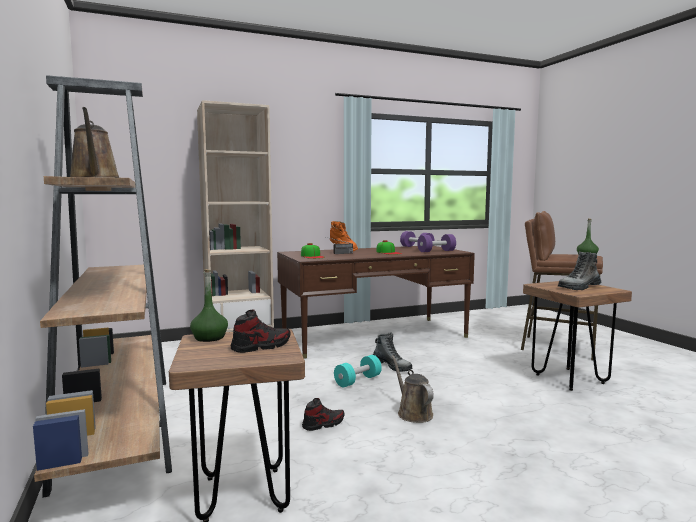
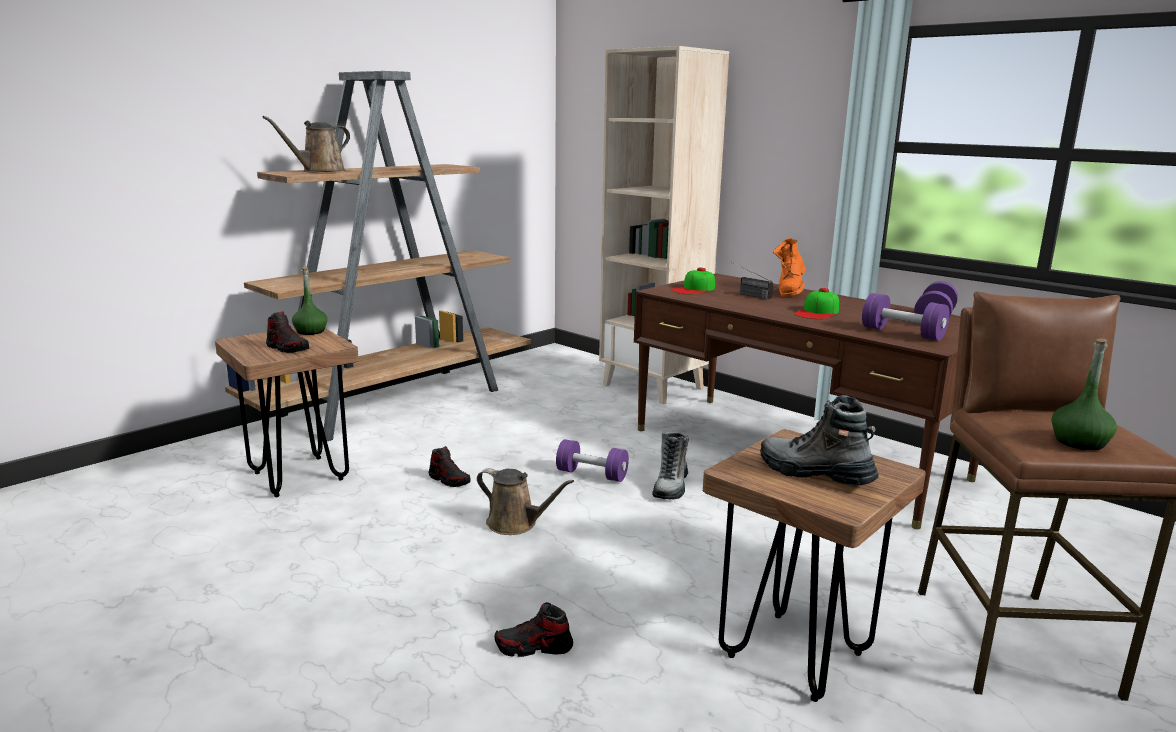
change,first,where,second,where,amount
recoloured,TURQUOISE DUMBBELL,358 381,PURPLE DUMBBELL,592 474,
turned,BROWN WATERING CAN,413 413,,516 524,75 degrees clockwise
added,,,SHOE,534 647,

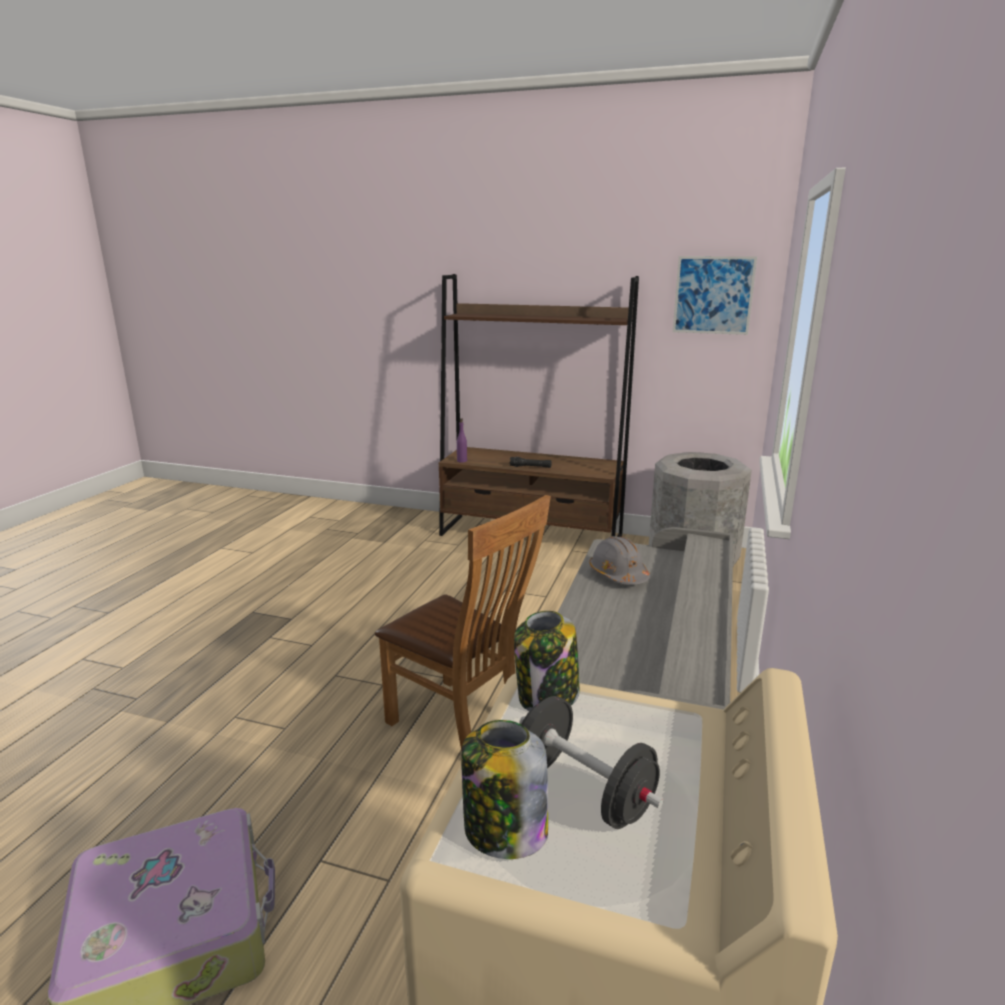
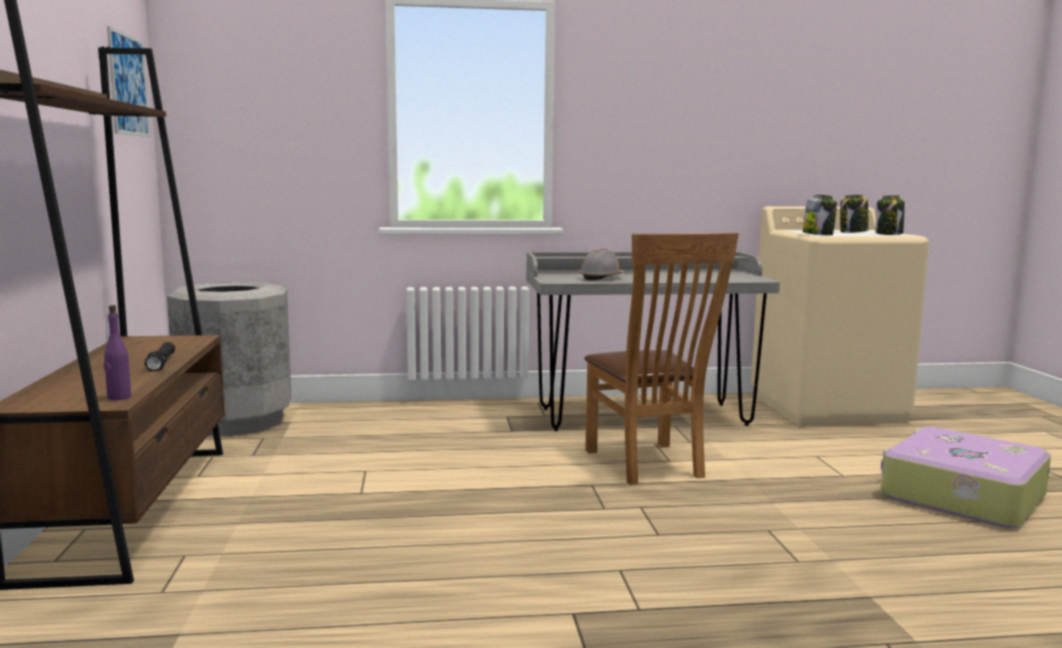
change,first,where,second,where,amount
turned,BROWN CHAIR,462 724,,648 466,150 degrees clockwise
replaced,BLACK DUMBBELL,584 791,JAR,853 232,

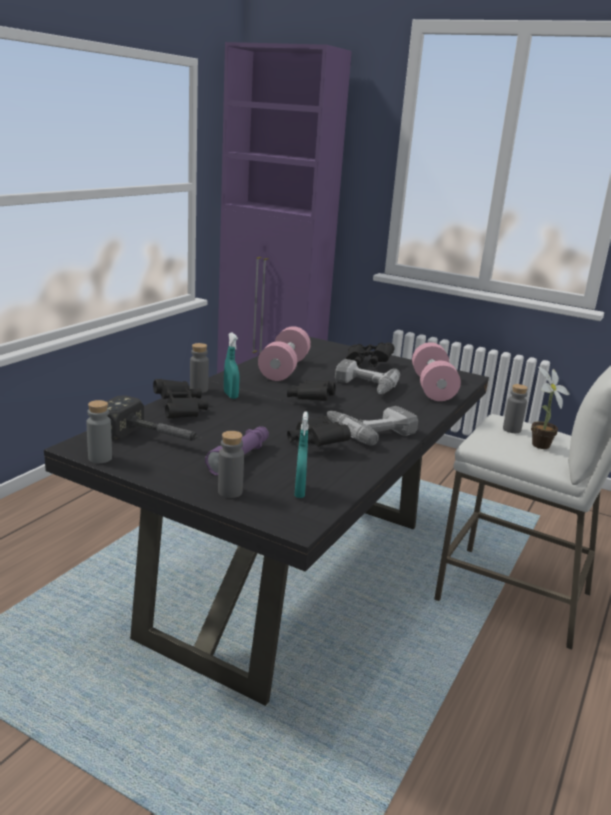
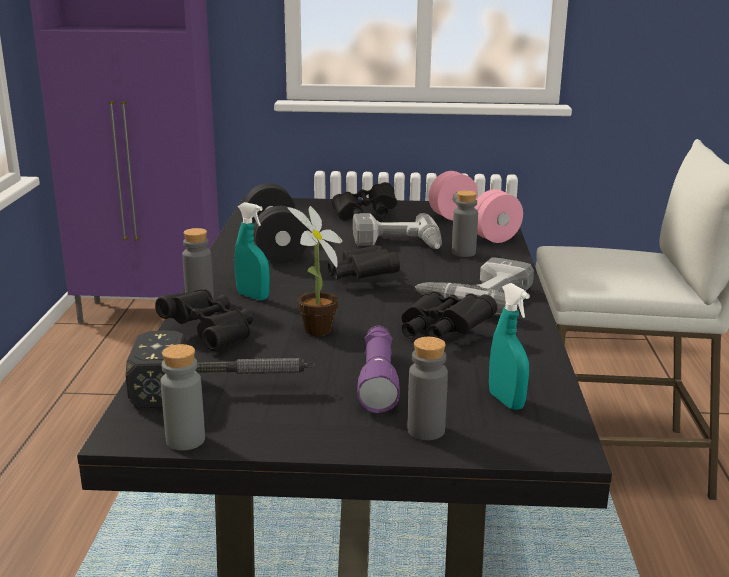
change,first,where,second,where,amount
recoloured,PINK DUMBBELL,284 369,BLACK DUMBBELL,275 245,
moved,GREY BOTTLE,511 429,,463 253,
moved,POTTED PLANT,538 446,,315 332,

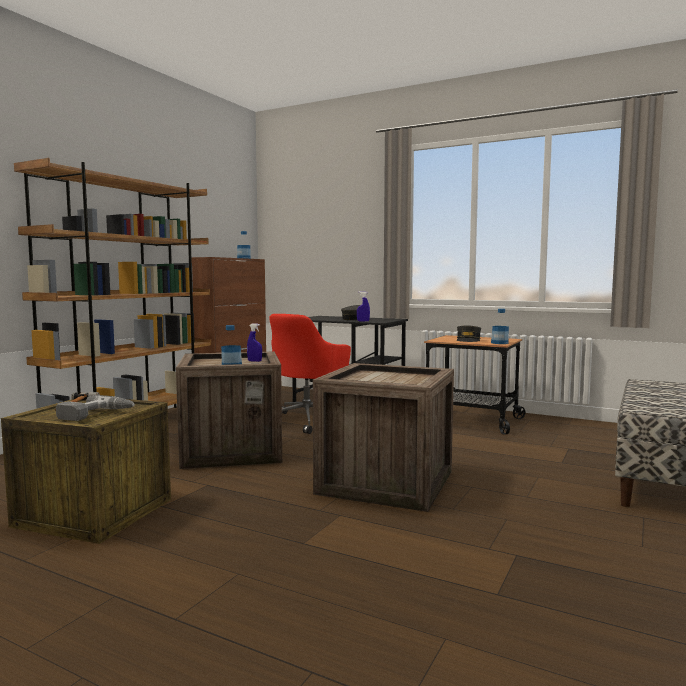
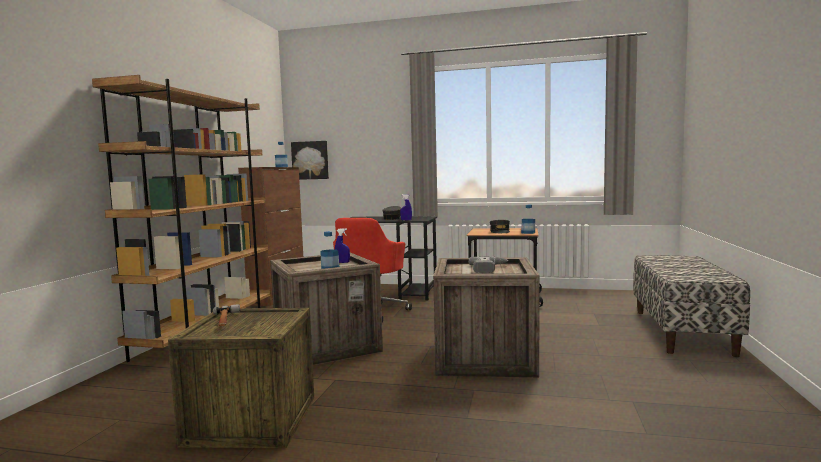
change,first,where,second,where,amount
moved,POWER DRILL,96 414,,489 269,
added,,,PICTURE,310 160,

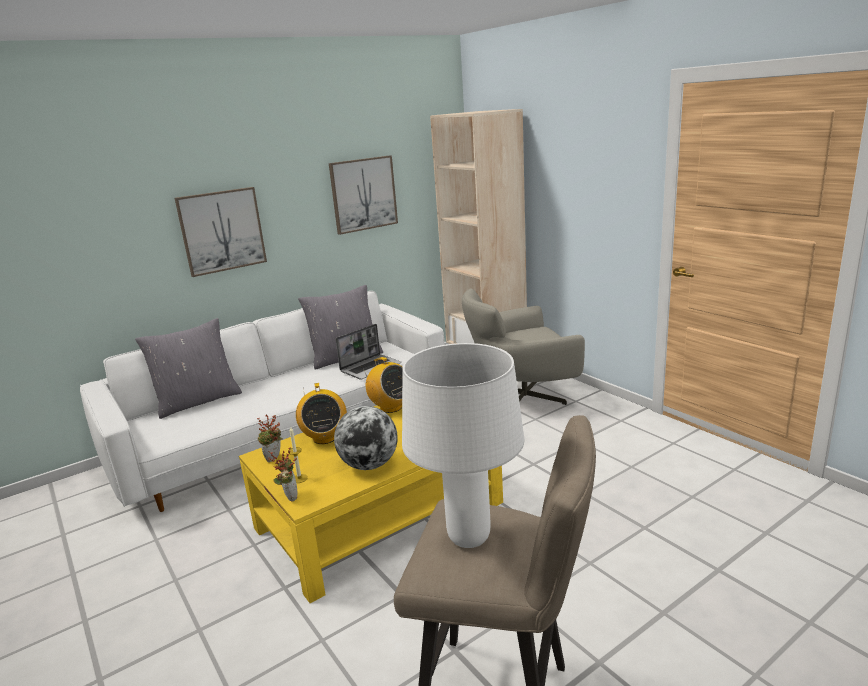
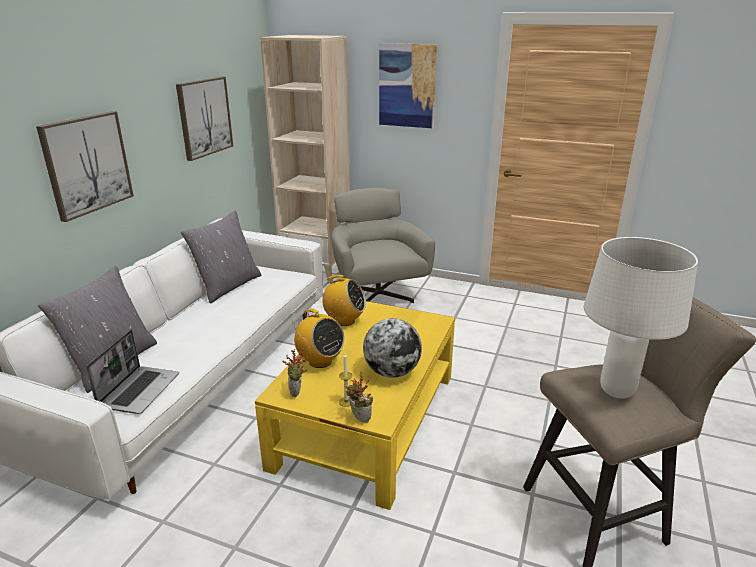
change,first,where,second,where,amount
moved,LAPTOP,371 368,,139 390,
turned,GREY ARMCHAIR,521 397,,377 293,120 degrees clockwise
added,,,PICTURE,407 86,

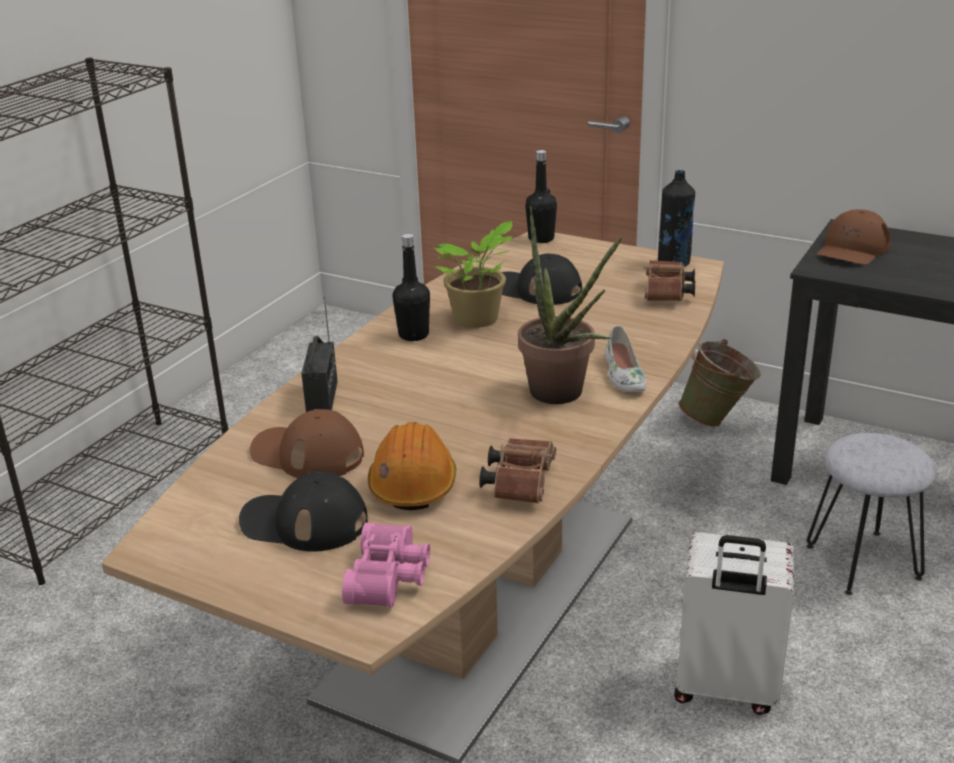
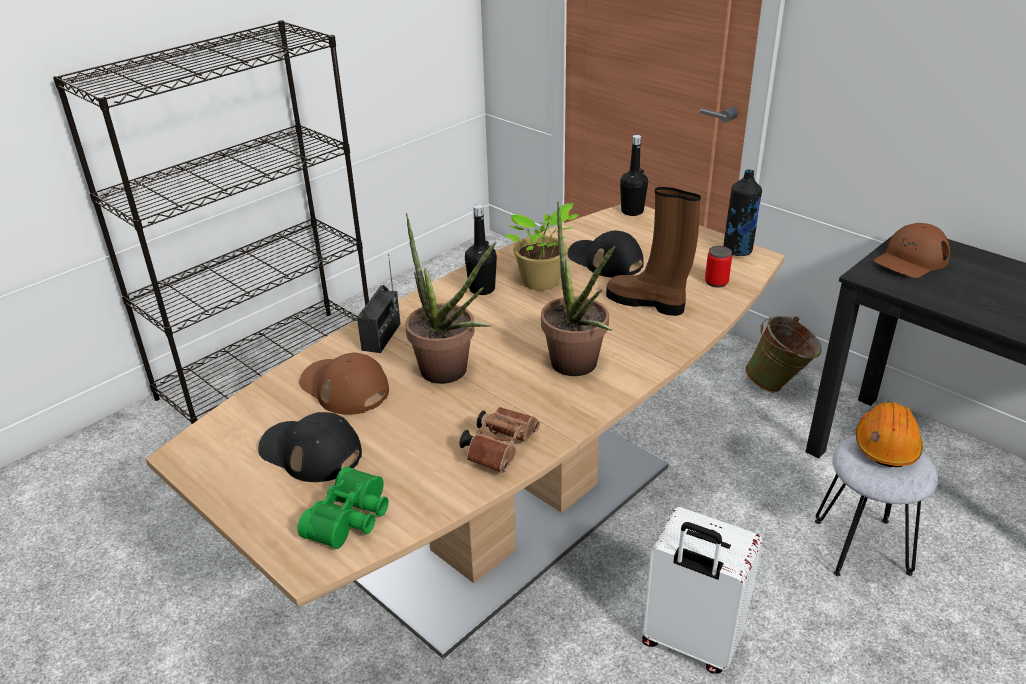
change,first,where,second,where,amount
recoloured,PINK BINOCULARS,391 577,GREEN BINOCULARS,352 519,
moved,ORANGE HARD HAT,413 484,,886 445,
removed,WHITE SHOE,623 375,,,
replaced,BROWN BINOCULARS,667 295,CAN,716 282,
added,,,POTTED PLANT,451 374,
added,,,BROWN BOOT,647 302,

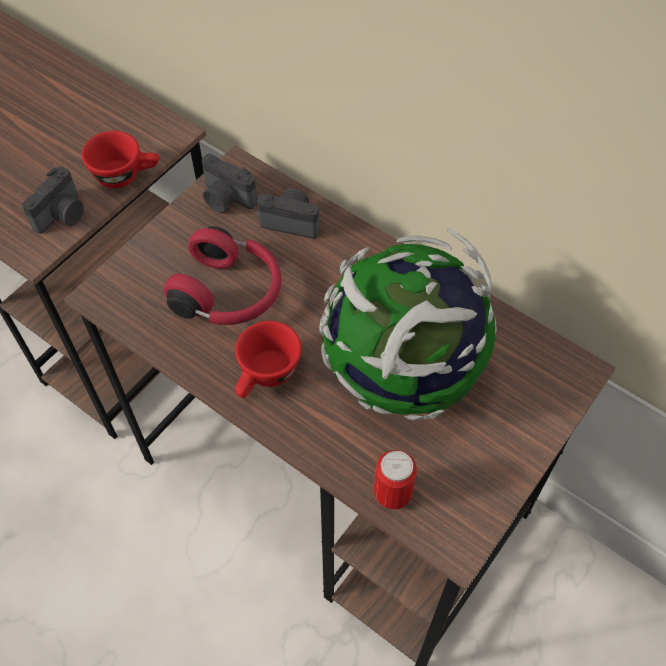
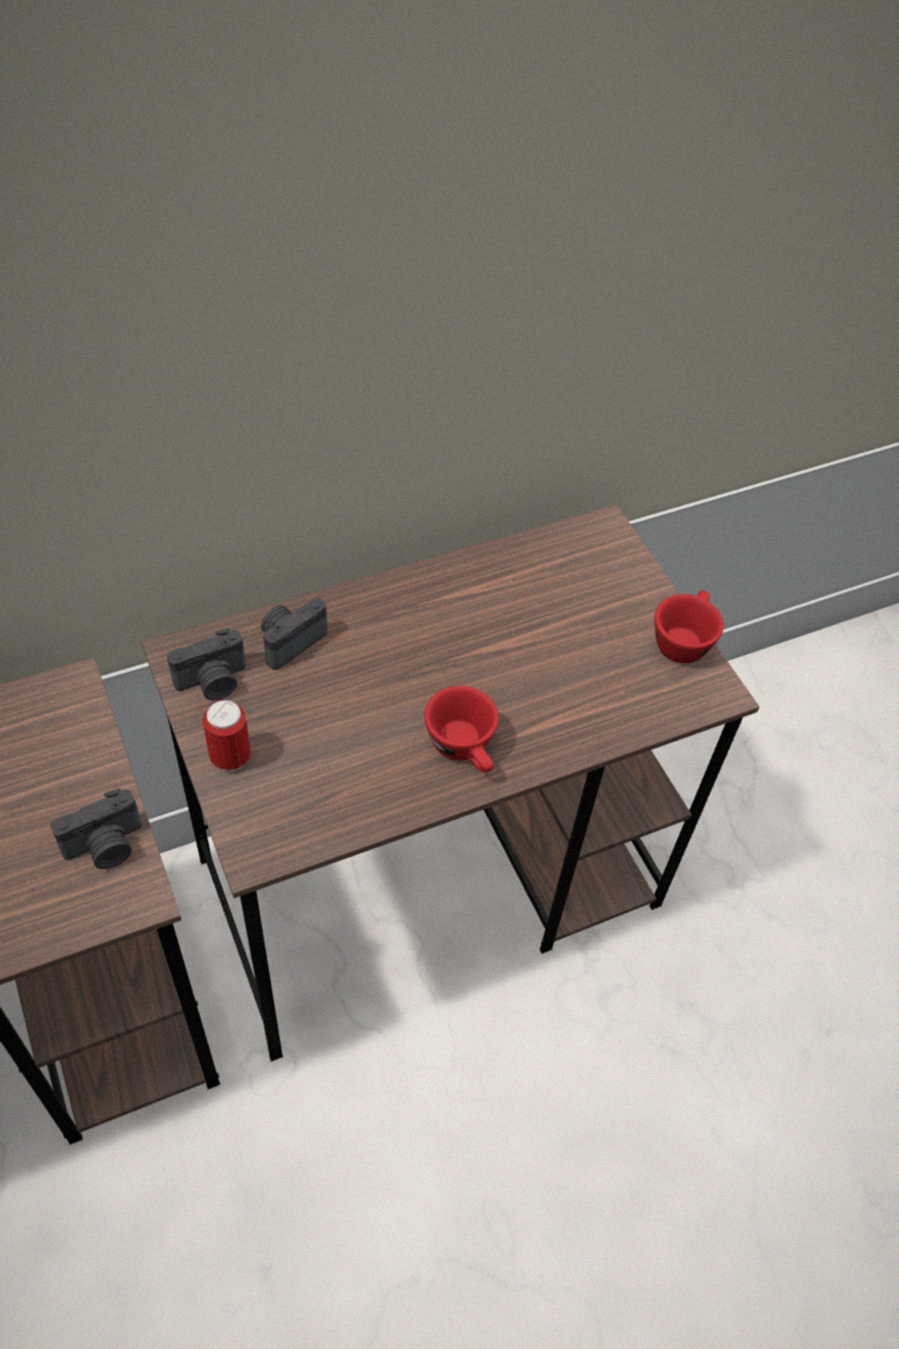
change,first,where,second,where,amount
turned,PHOTO CAMERA,62 215,,106 846,90 degrees clockwise
moved,RED CUP,126 175,,682 639,
removed,RED HEADPHONES,230 293,,,
removed,GLOBE,403 372,,,
moved,CAN,392 494,,230 757,

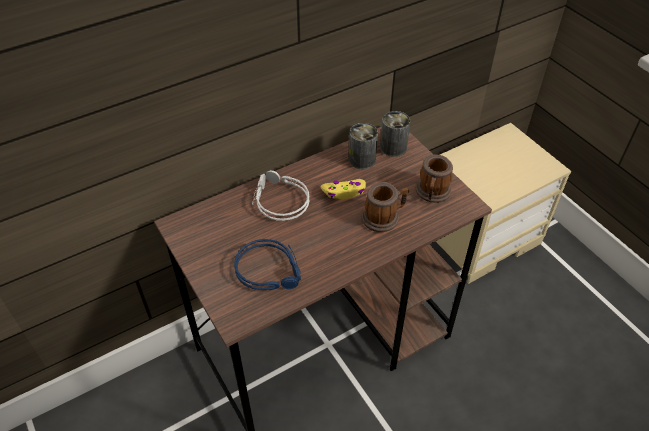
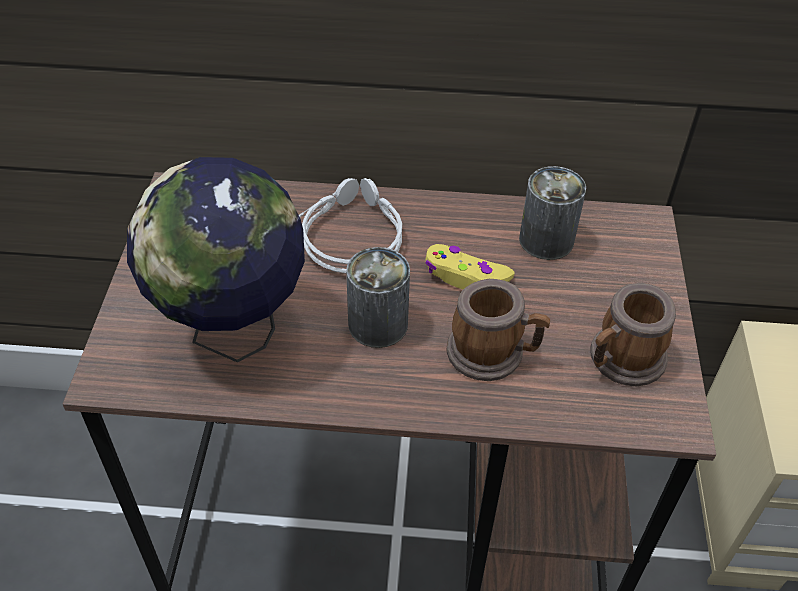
change,first,where,second,where,amount
replaced,BLUE HEADPHONES,270 270,GLOBE,233 332,
moved,CAN,393 147,,378 324,

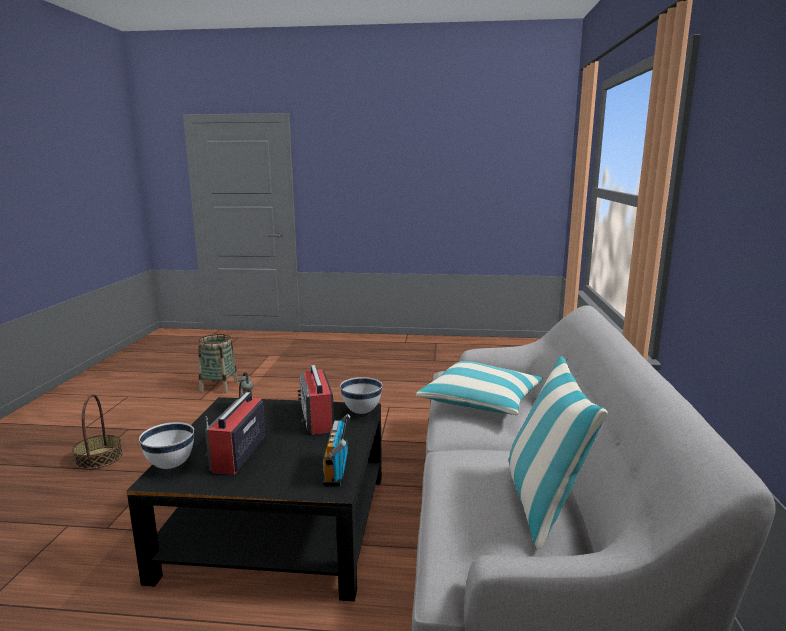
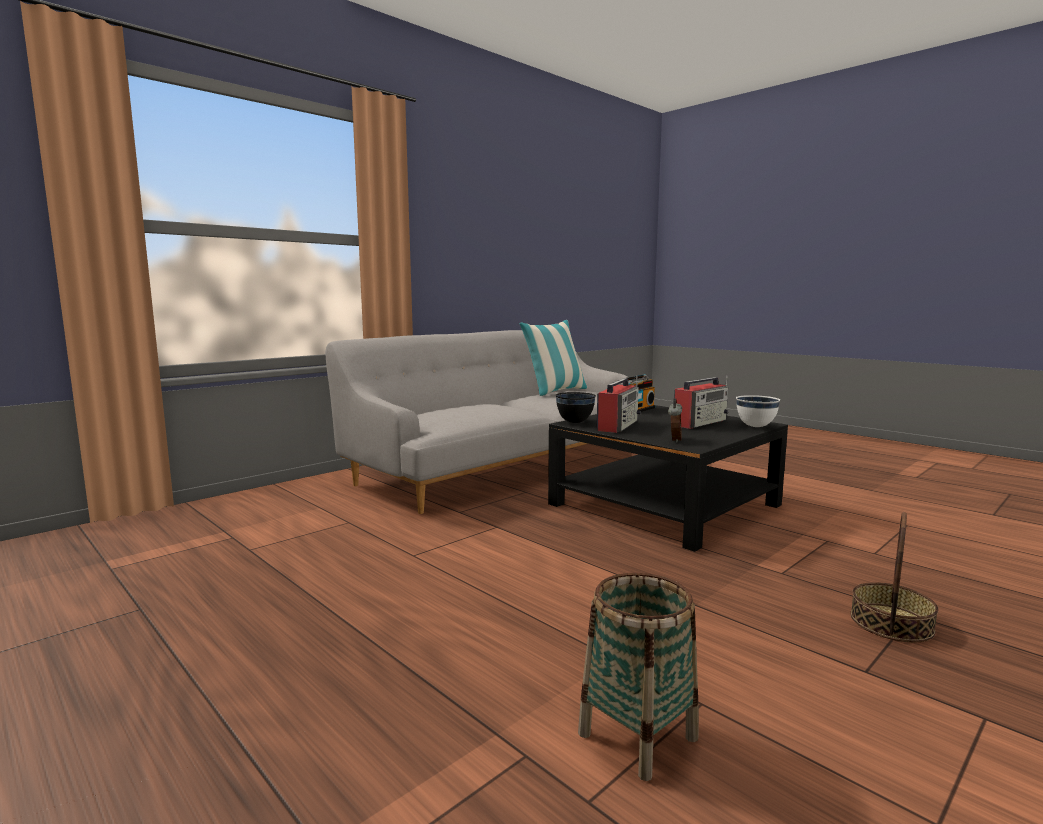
change,first,where,second,where,amount
recoloured,WHITE BOWL,361 412,BLACK BOWL,575 422,
removed,PILLOW,481 401,,,

